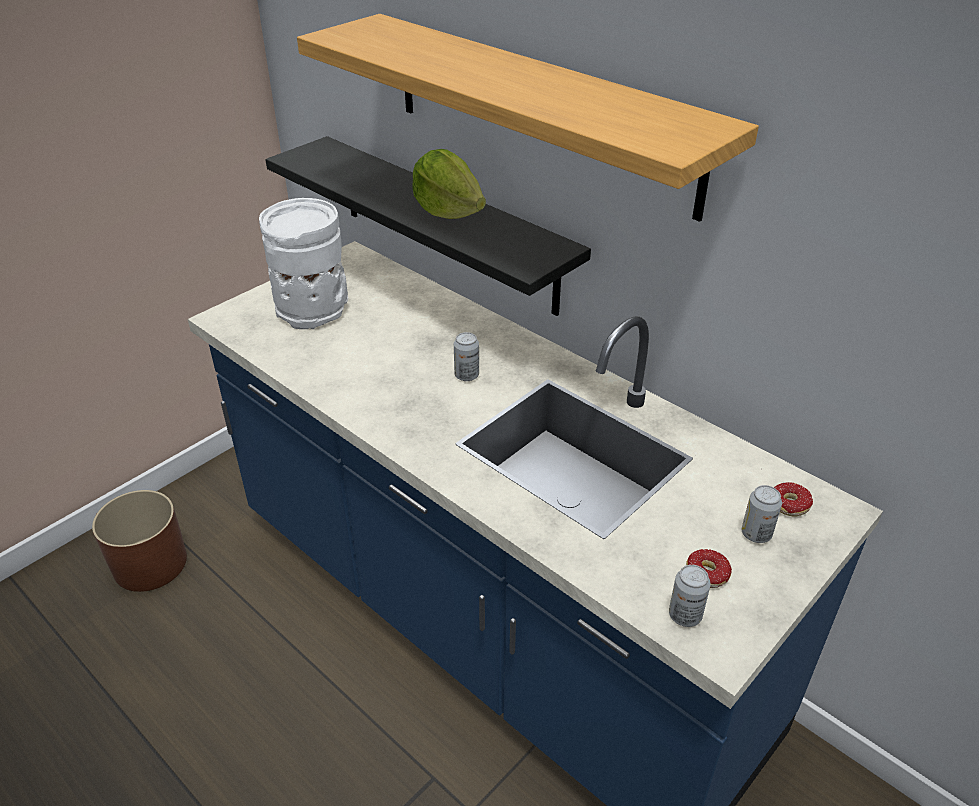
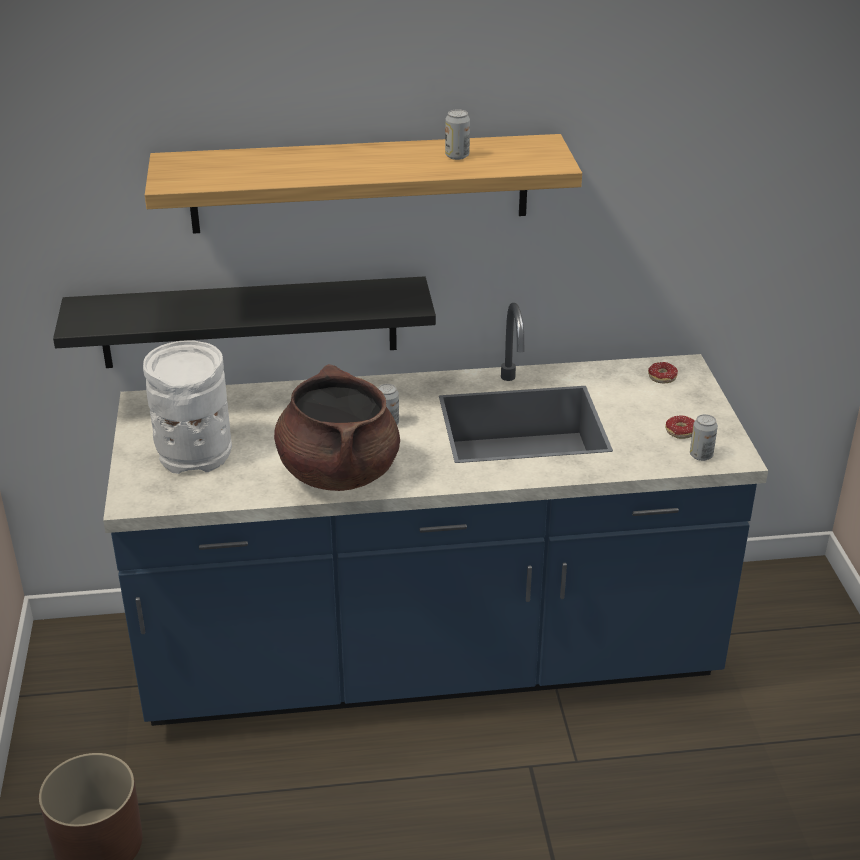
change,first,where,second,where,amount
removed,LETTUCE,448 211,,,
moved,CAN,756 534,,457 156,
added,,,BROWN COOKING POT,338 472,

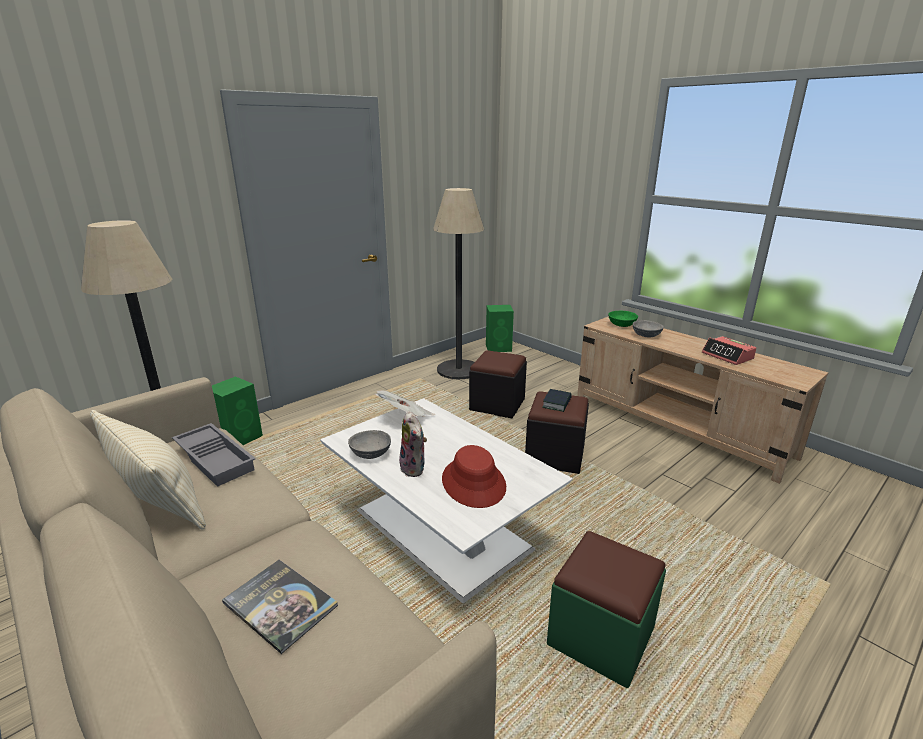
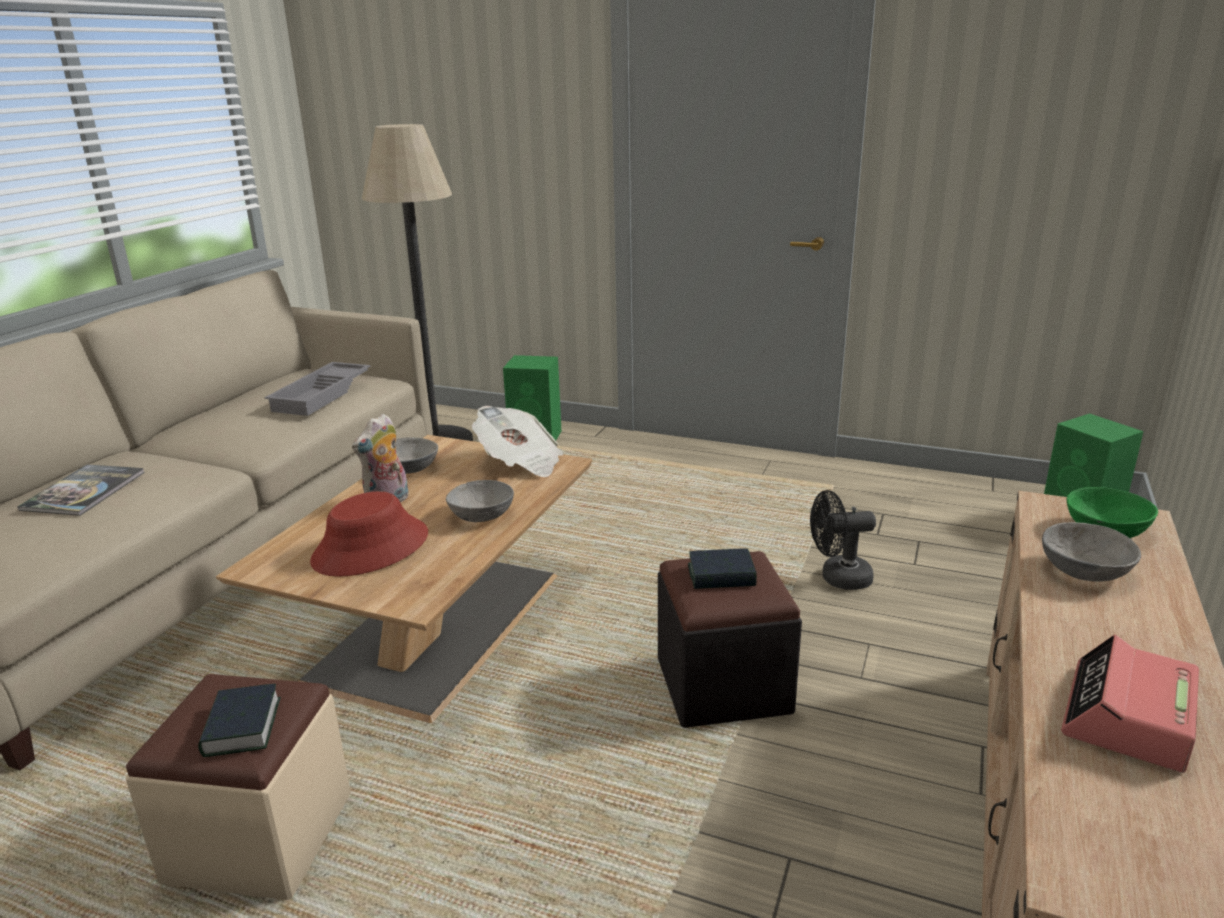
change,first,where,second,where,amount
removed,BEIGE PILLOW,157 500,,,
recoloured,WHITE COFFEE TABLE,438 528,BROWN COFFEE TABLE,440 623,
removed,FLOOR LAMP,459 370,,,
replaced,BLACK OTTOMAN,497 404,BLACK FAN,838 578,
recoloured,GREEN OTTOMAN,601 635,BEIGE OTTOMAN,260 836,
added,,,BOOK,242 727,
added,,,GREY BOWL,482 515,

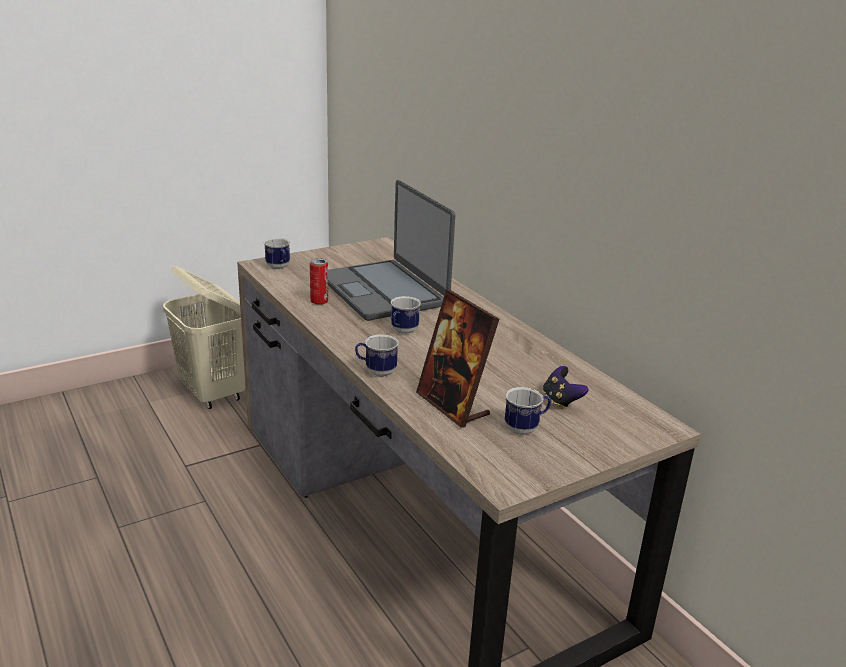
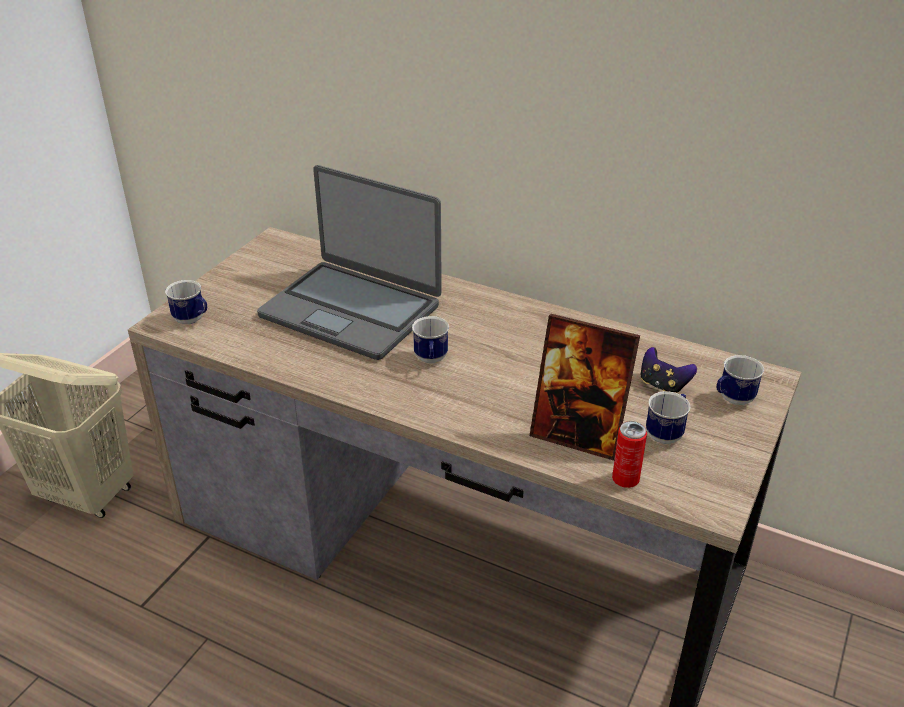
change,first,where,second,where,amount
moved,CAN,319 301,,625 479,
moved,MUG,376 371,,732 400,

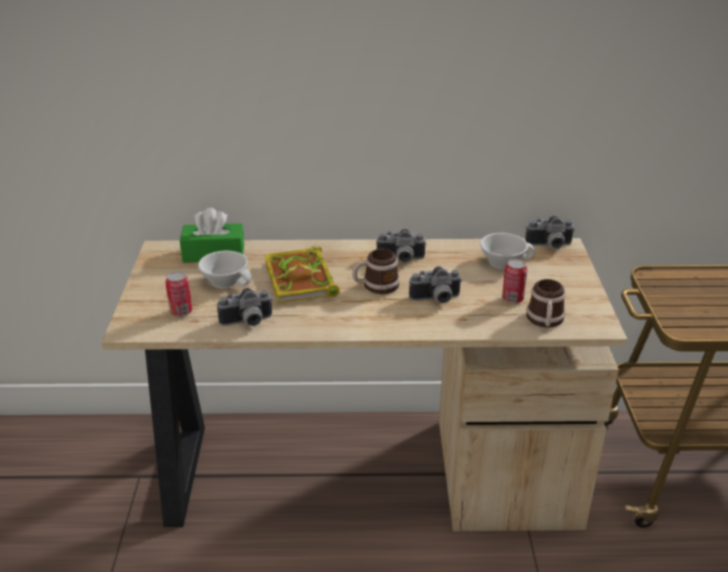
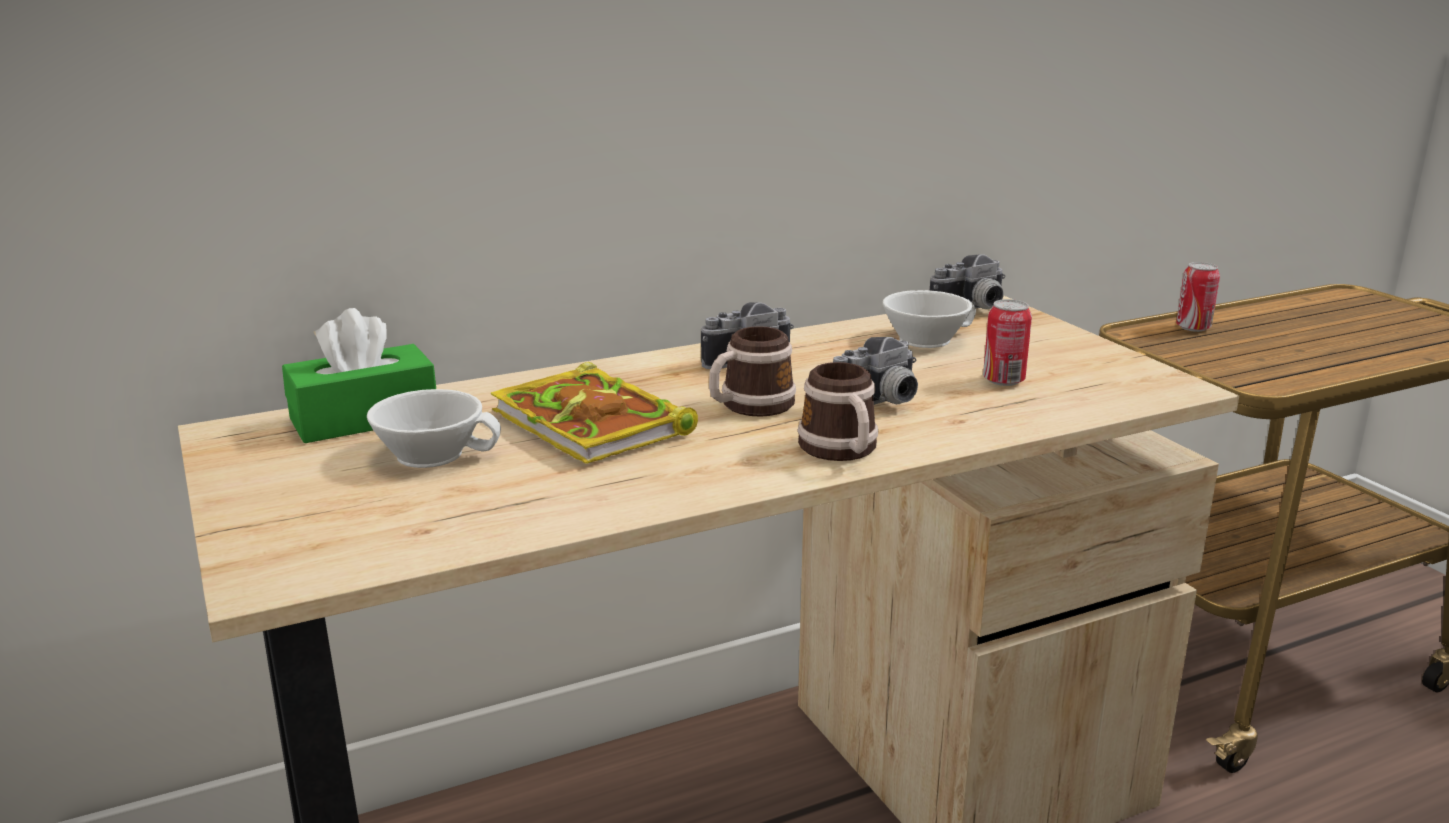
change,first,where,second,where,amount
moved,CAN,181 312,,1193 328,
removed,PHOTO CAMERA,247 323,,,
moved,MUG,545 321,,842 451,

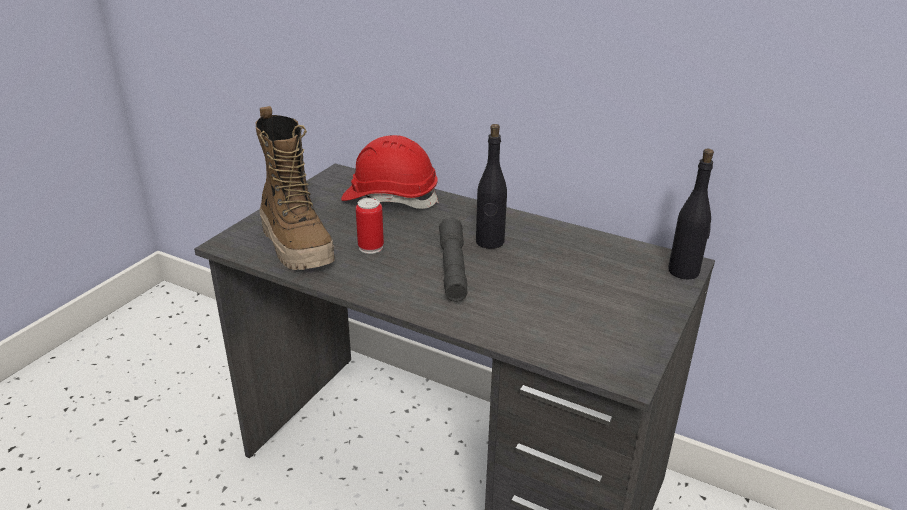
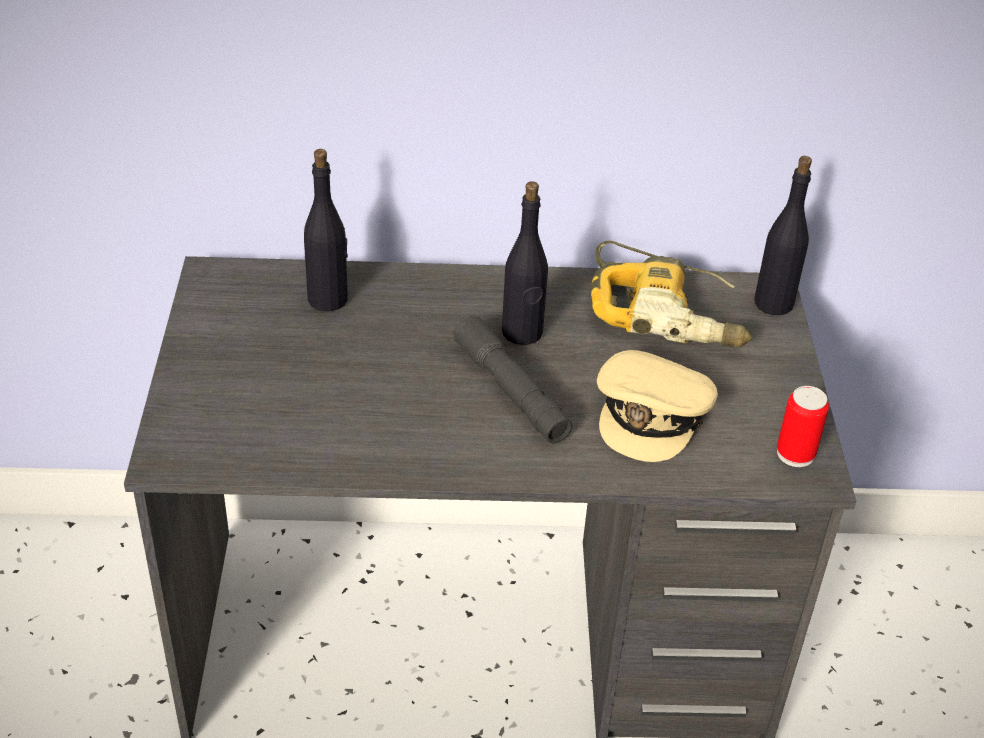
change,first,where,second,where,amount
removed,BOOT,297 246,,,
replaced,RED HARD HAT,390 198,BLACK BOTTLE,328 299,
moved,CAN,371 247,,795 454,
added,,,POWER DRILL,667 311,
added,,,BEIGE CAP,652 413,

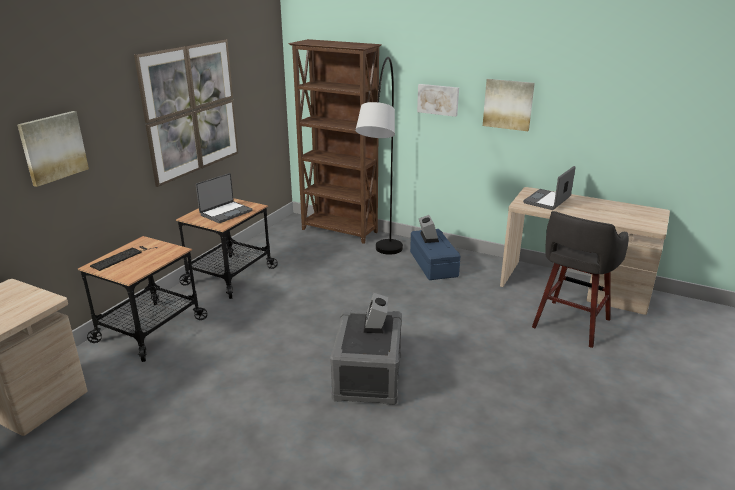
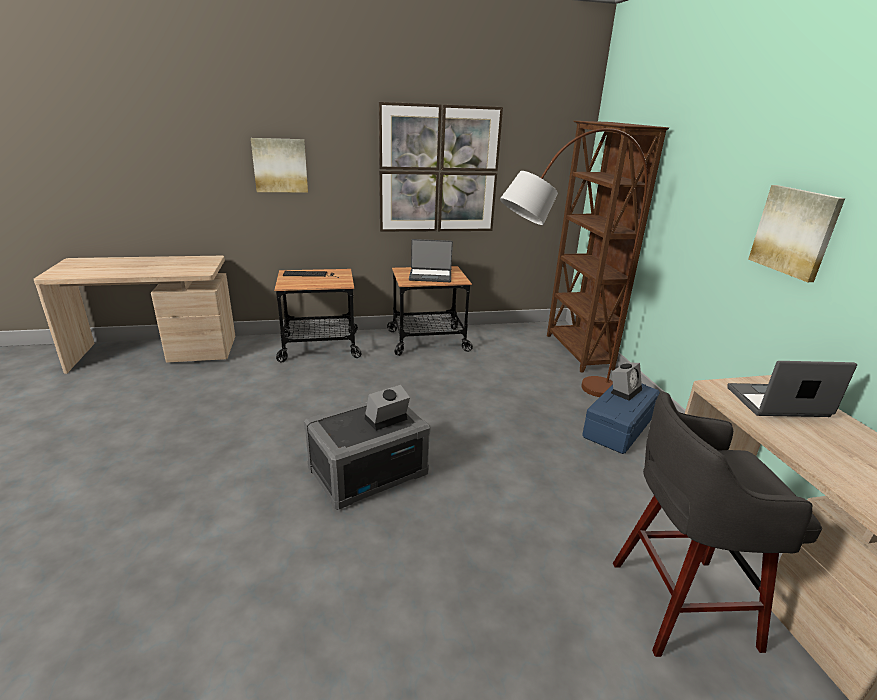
change,first,where,second,where,amount
recoloured,GREY FLOOR LAMP,382 272,BROWN FLOOR LAMP,549 404,
removed,PICTURE,438 99,,,

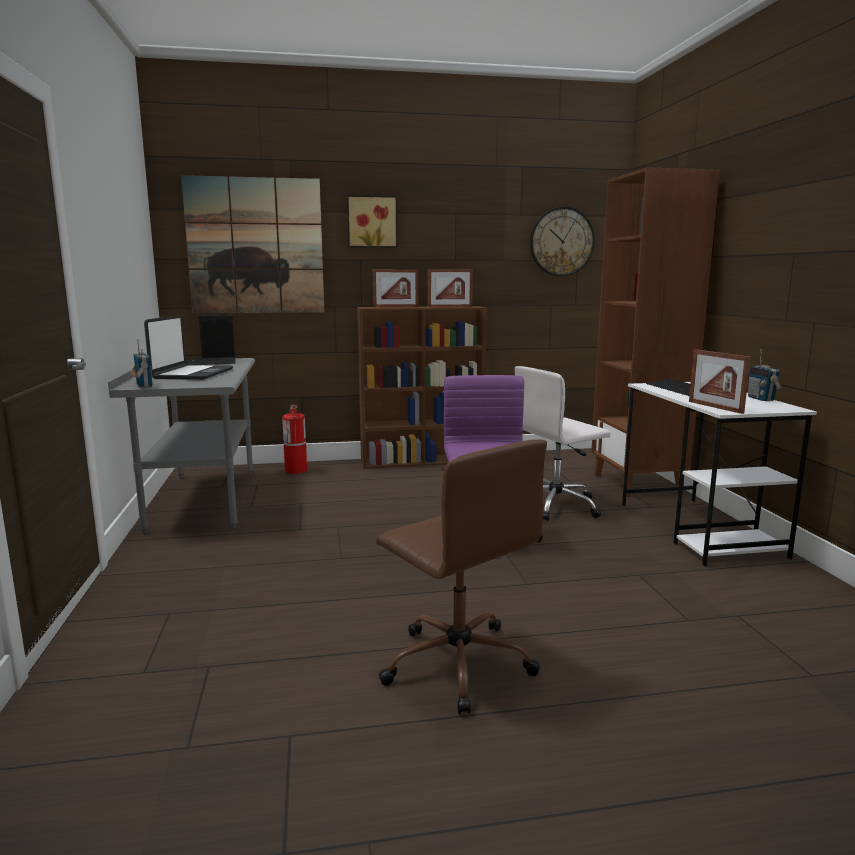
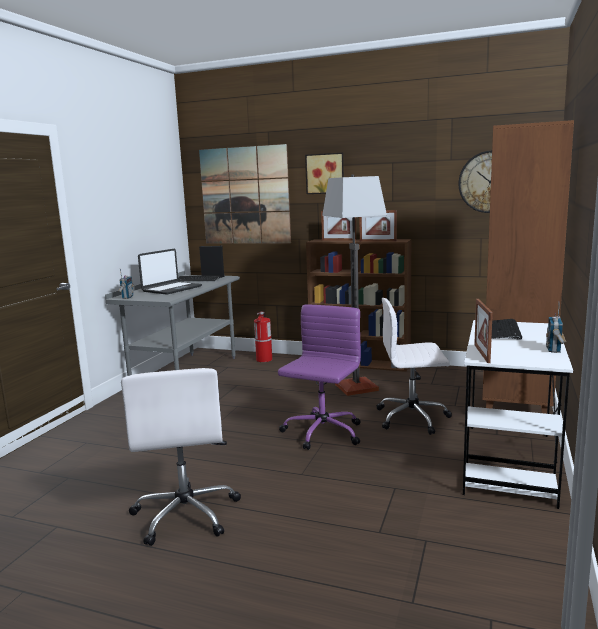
change,first,where,second,where,amount
recoloured,BROWN OFFICE CHAIR,457 662,WHITE OFFICE CHAIR,186 514,
added,,,FLOOR LAMP,348 384,

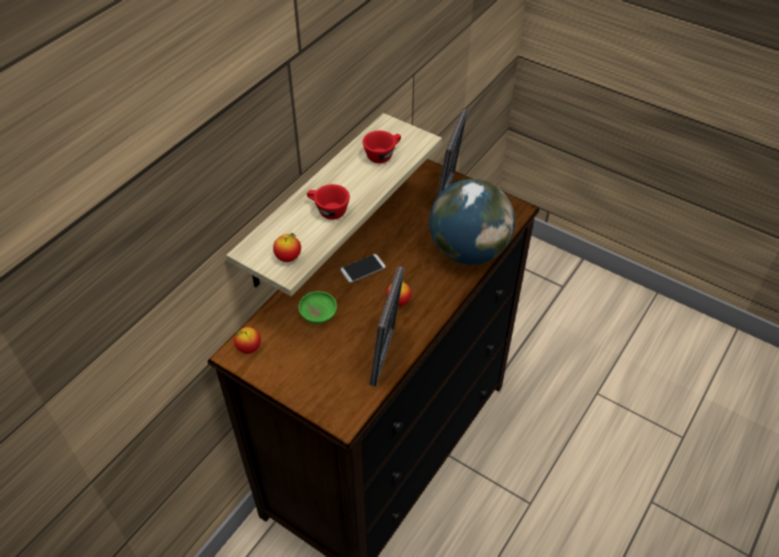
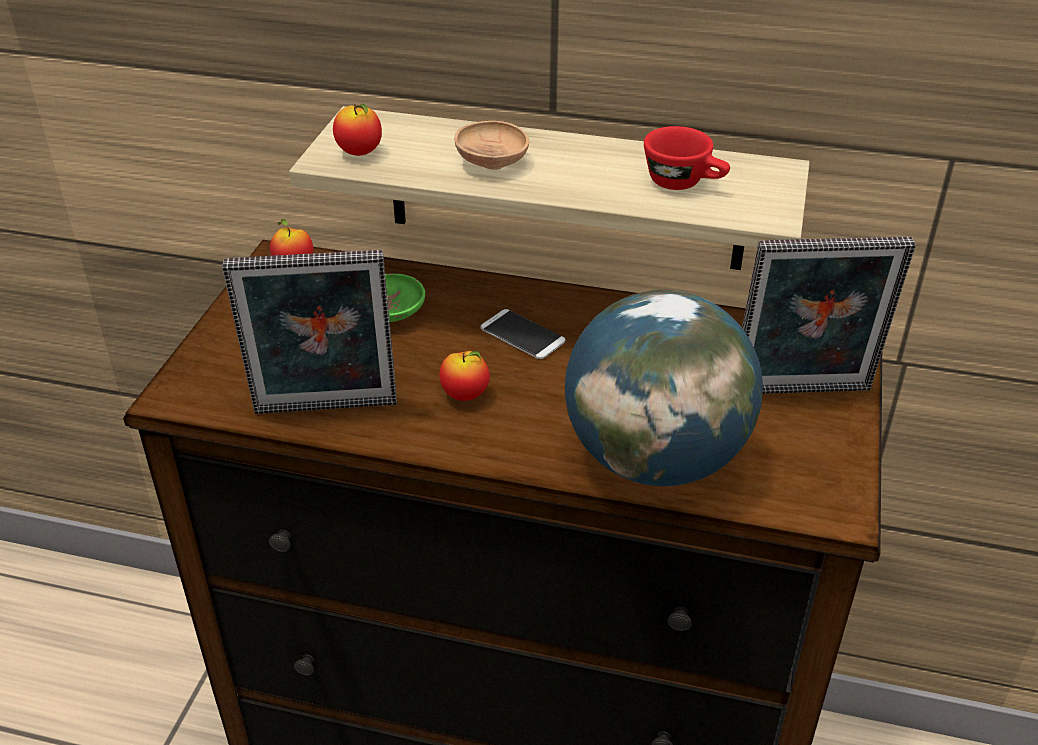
change,first,where,second,where,amount
replaced,RED CUP,328 211,BROWN BOWL,492 162,

